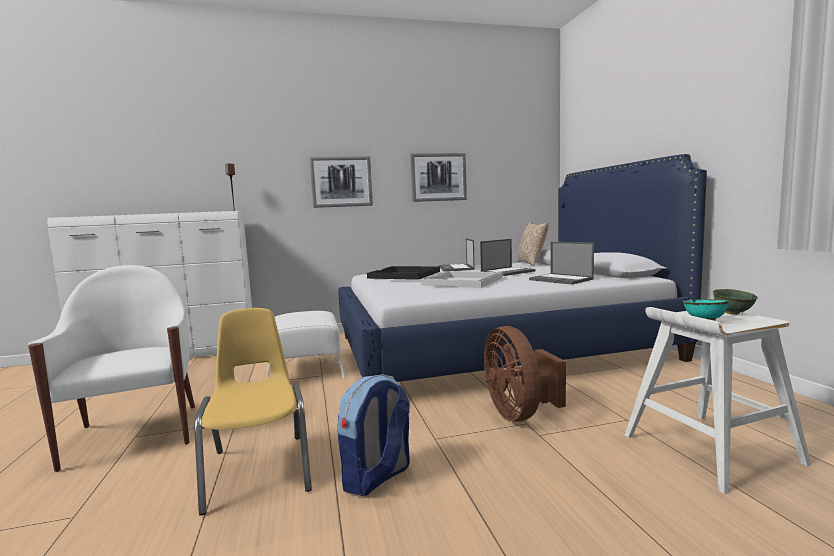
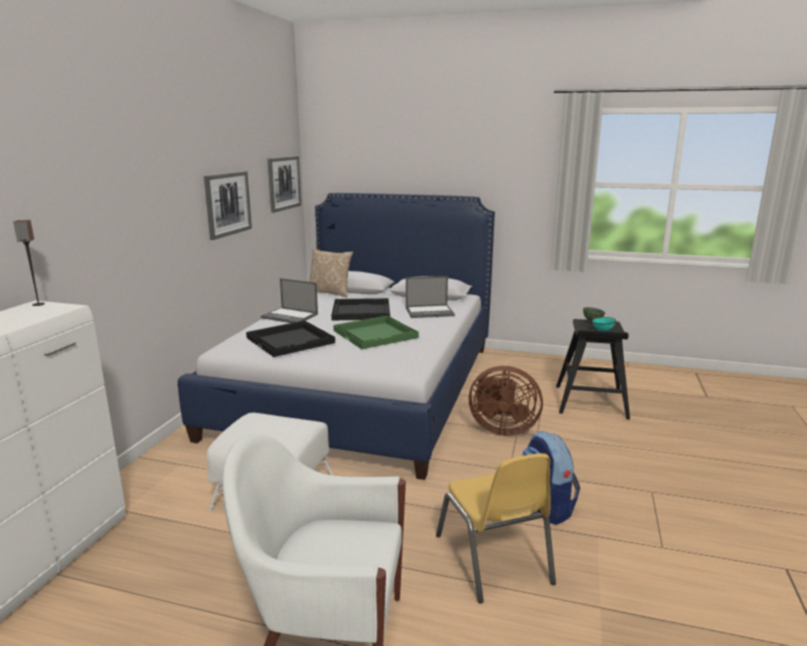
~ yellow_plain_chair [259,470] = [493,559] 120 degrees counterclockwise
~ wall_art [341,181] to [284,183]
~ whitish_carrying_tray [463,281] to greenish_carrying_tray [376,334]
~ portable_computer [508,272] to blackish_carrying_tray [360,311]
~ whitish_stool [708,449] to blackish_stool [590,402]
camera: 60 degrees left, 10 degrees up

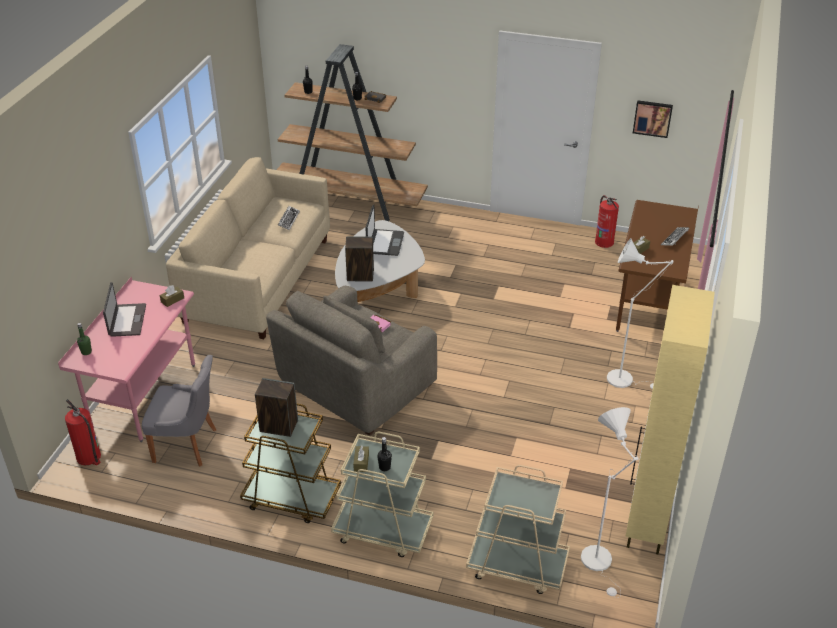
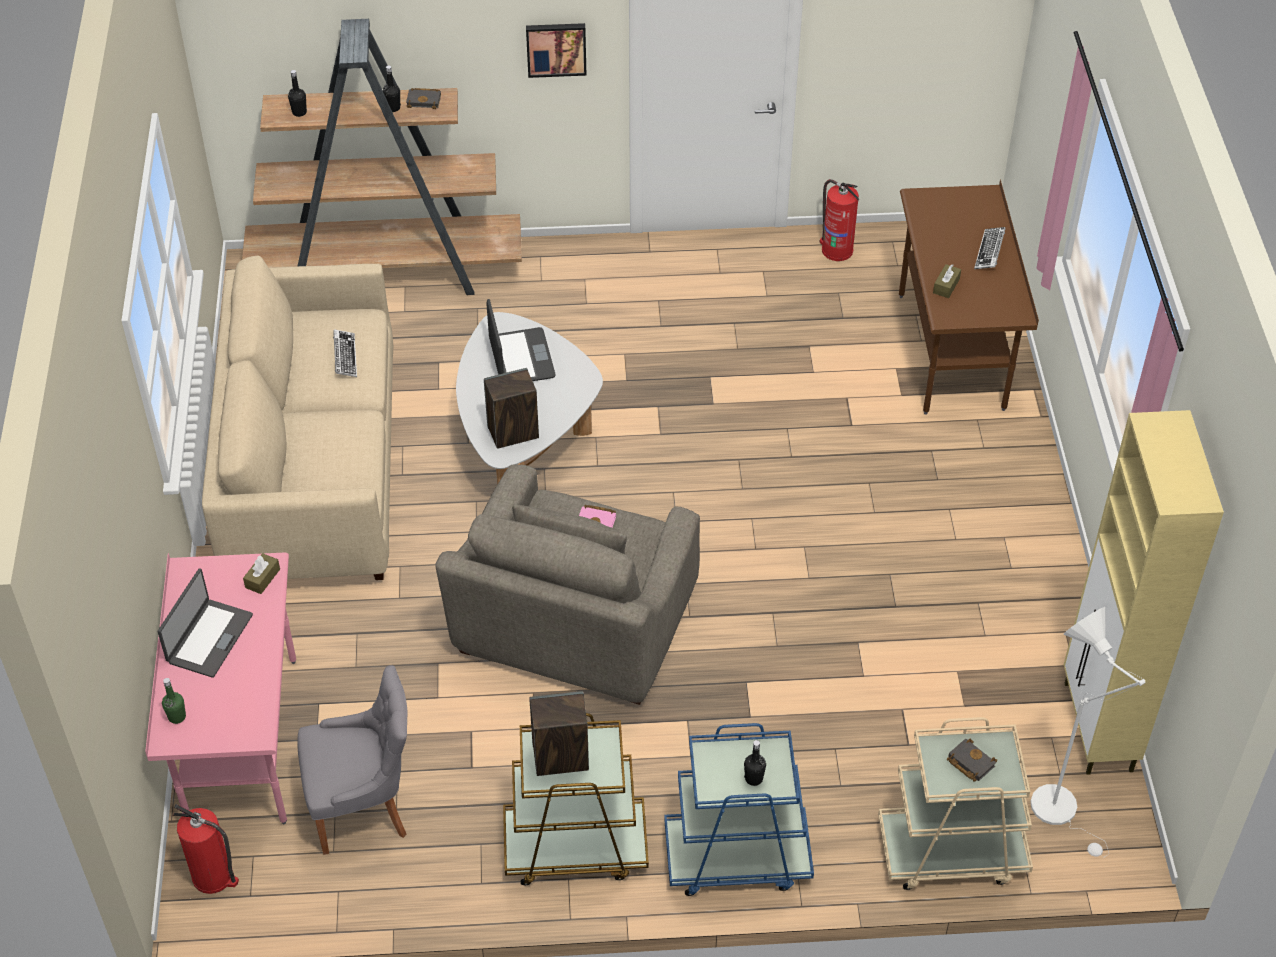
~ portable_computer [127,320] = [208,638] 45 degrees clockwise
~ sand-coloured_wheeled_cart [382,530] to blue_wheeled_cart [736,857]
- brown_tissue_box [361,462]
- whitish_standard_lamp [625,379]
~ wall_art [652,118] to [556,48]
+ blackish_book [969,762]
camera: 20 degrees left, 10 degrees up

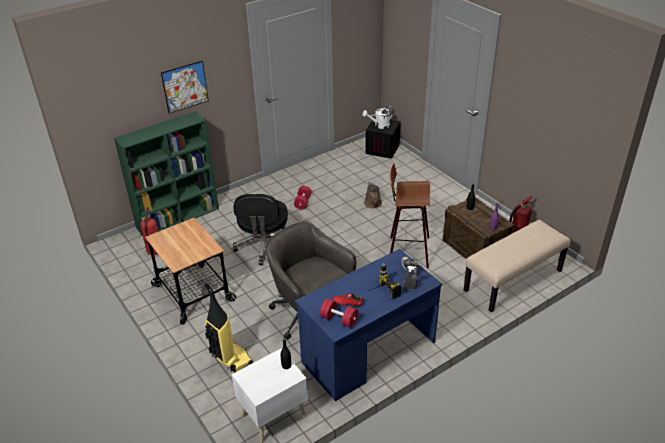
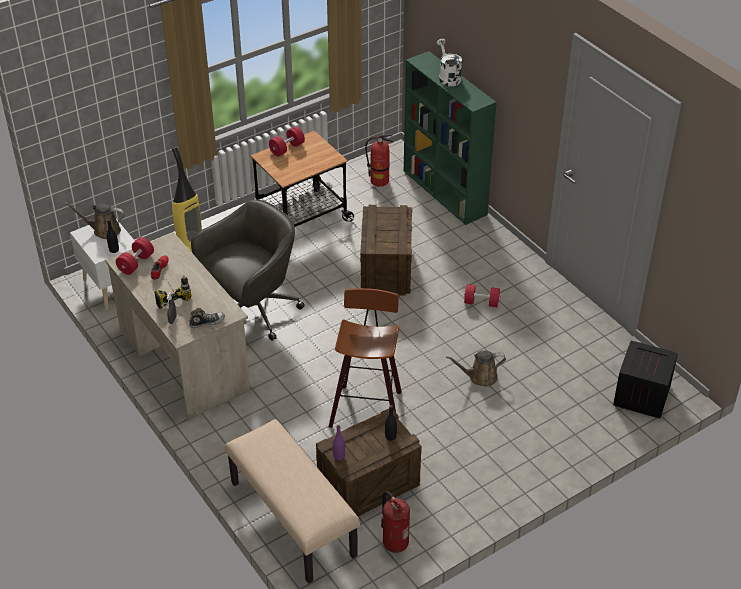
- wall_art [185,87]
~ blackish_office_chair [264,245] to crate [386,269]
~ blue_desk_table [368,352] to sand-coloured_desk_table [184,360]
~ whitish_watering_can [379,126] to [448,77]
+ brown_watering_can [104,230]
+ red-coloured_free_weight [287,148]
camera: 90 degrees right, 5 degrees up

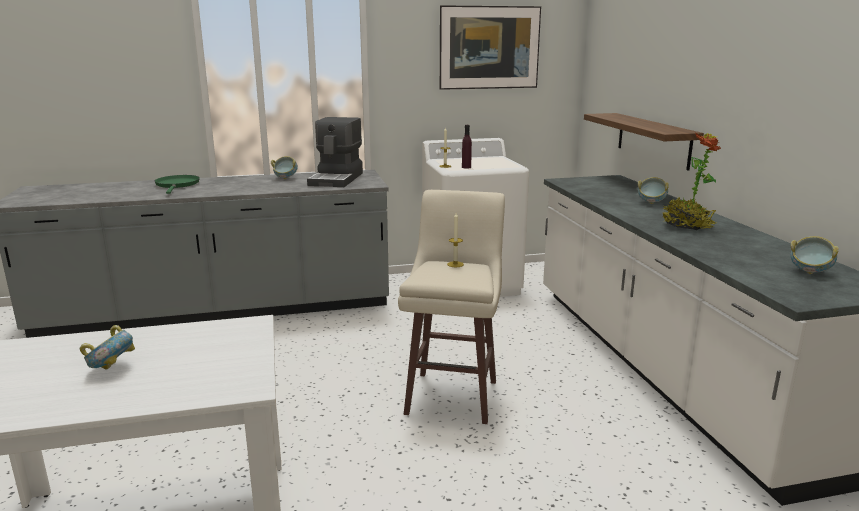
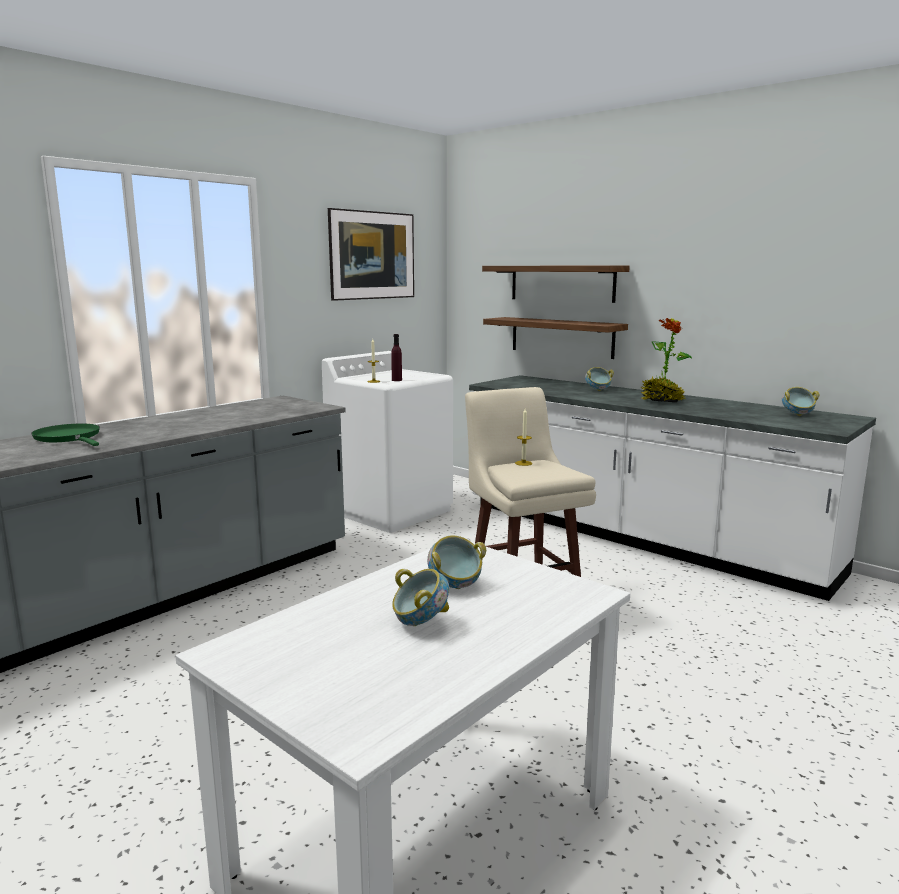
~ deep_dish [285,178] to [454,586]
- coffee_machine [337,179]
+ shelf [562,283]
camera: 35 degrees left, 5 degrees down

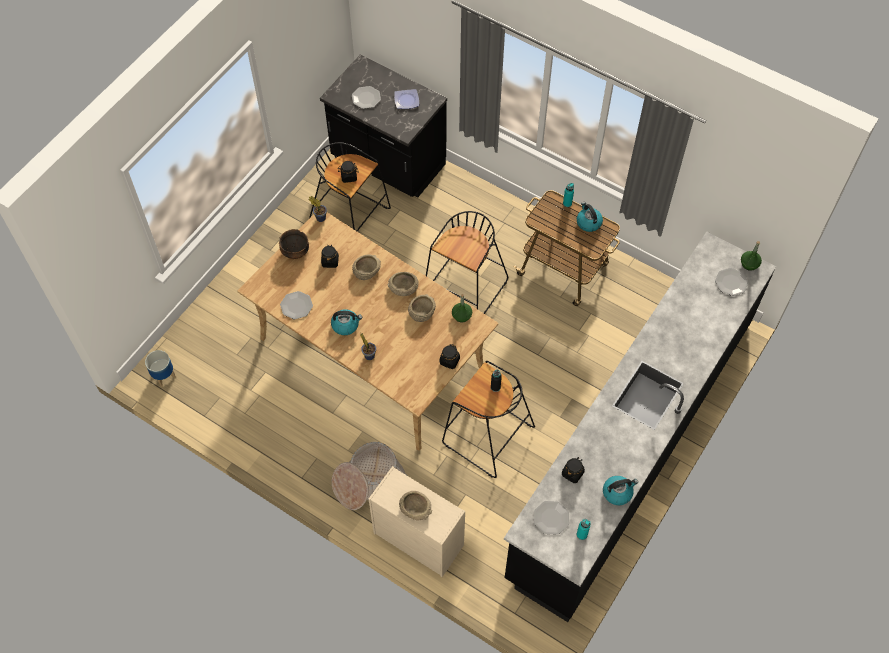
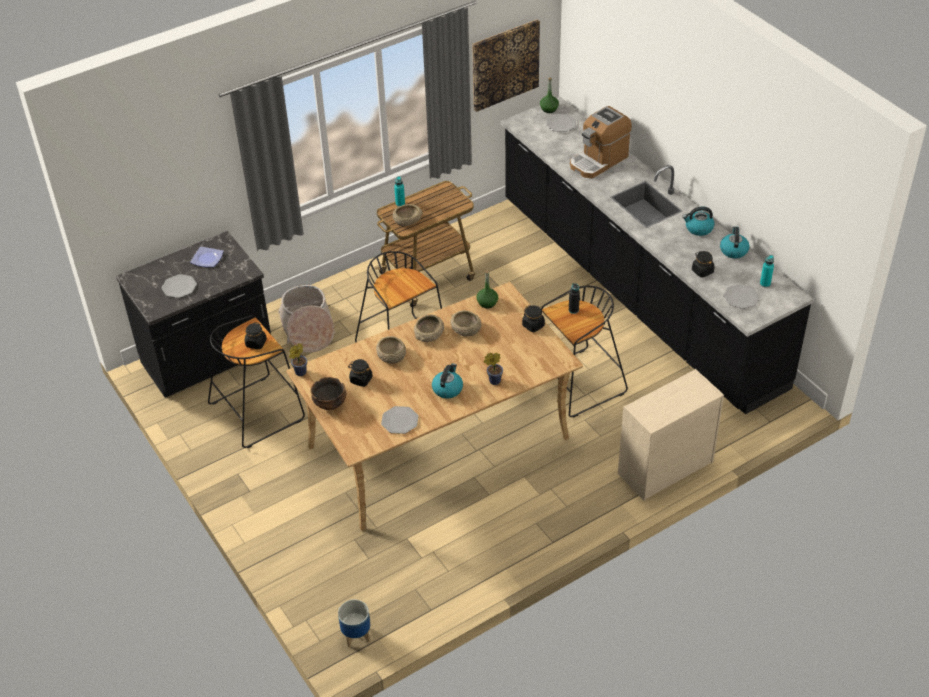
~ basket [368,480] to [308,329]
~ sand-coloured_deep_dish [415,508] to [407,220]
~ tea_kettle [588,222] to [698,228]
+ wall_art [505,64]
+ coffee_machine [598,161]
camera: 65 degrees left, 15 degrees down

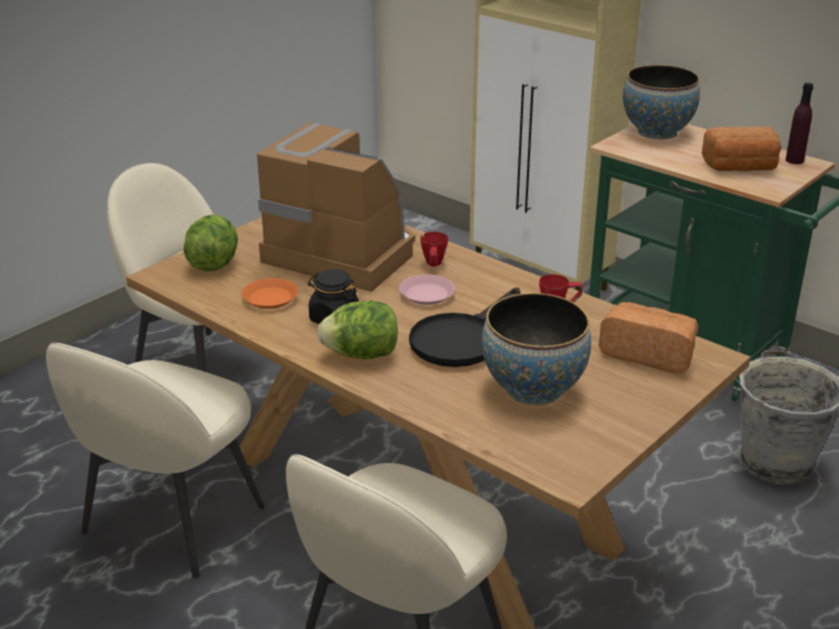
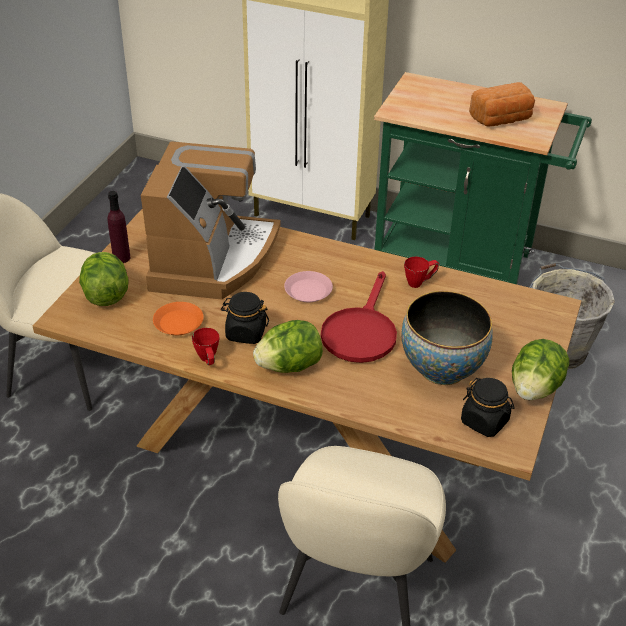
- sand-coloured_plain_chair [170,523]
~ coffee_machine [342,252] = [212,259] 90 degrees clockwise
~ blackish_skillet [461,339] to red-coloured_skillet [360,331]
~ red-coloured_mug [433,266] to [208,361]
- bread [648,354]
- deep_dish [657,132]
~ purple-coloured_drink_bottle [794,160] to [121,258]
+ blackish_storage_jar [485,421]
+ head_of_lettuce [534,388]
camera: 20 degrees left, 10 degrees up

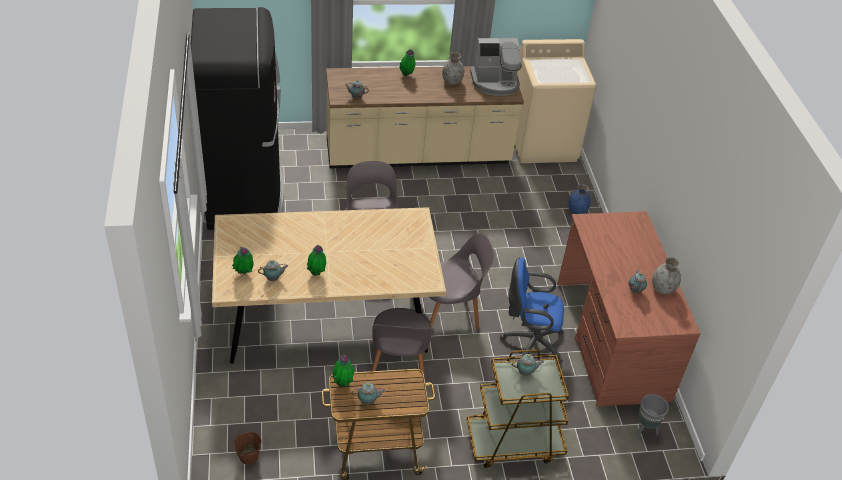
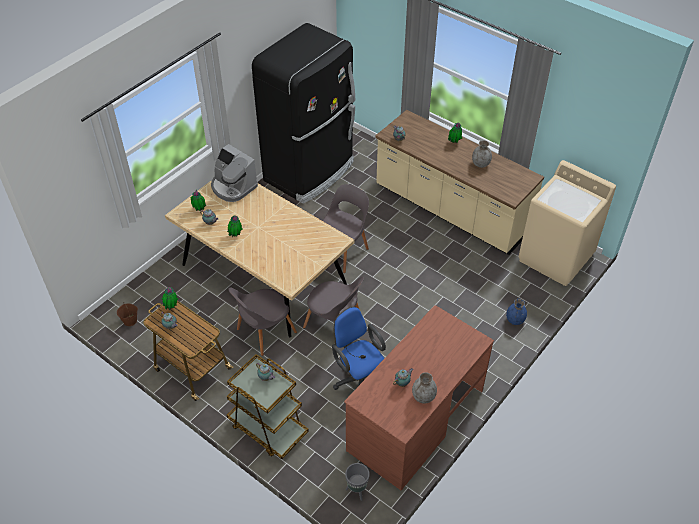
~ coffee_machine [495,83] to [233,187]
camera: 50 degrees right, 5 degrees up

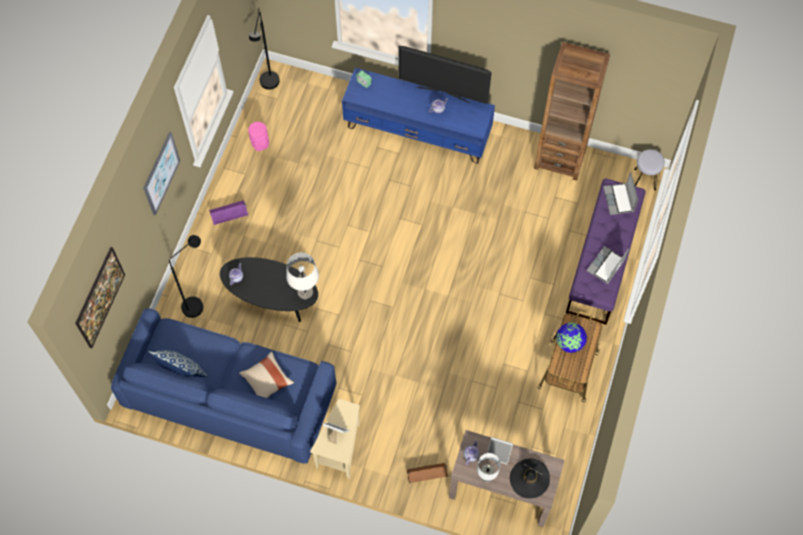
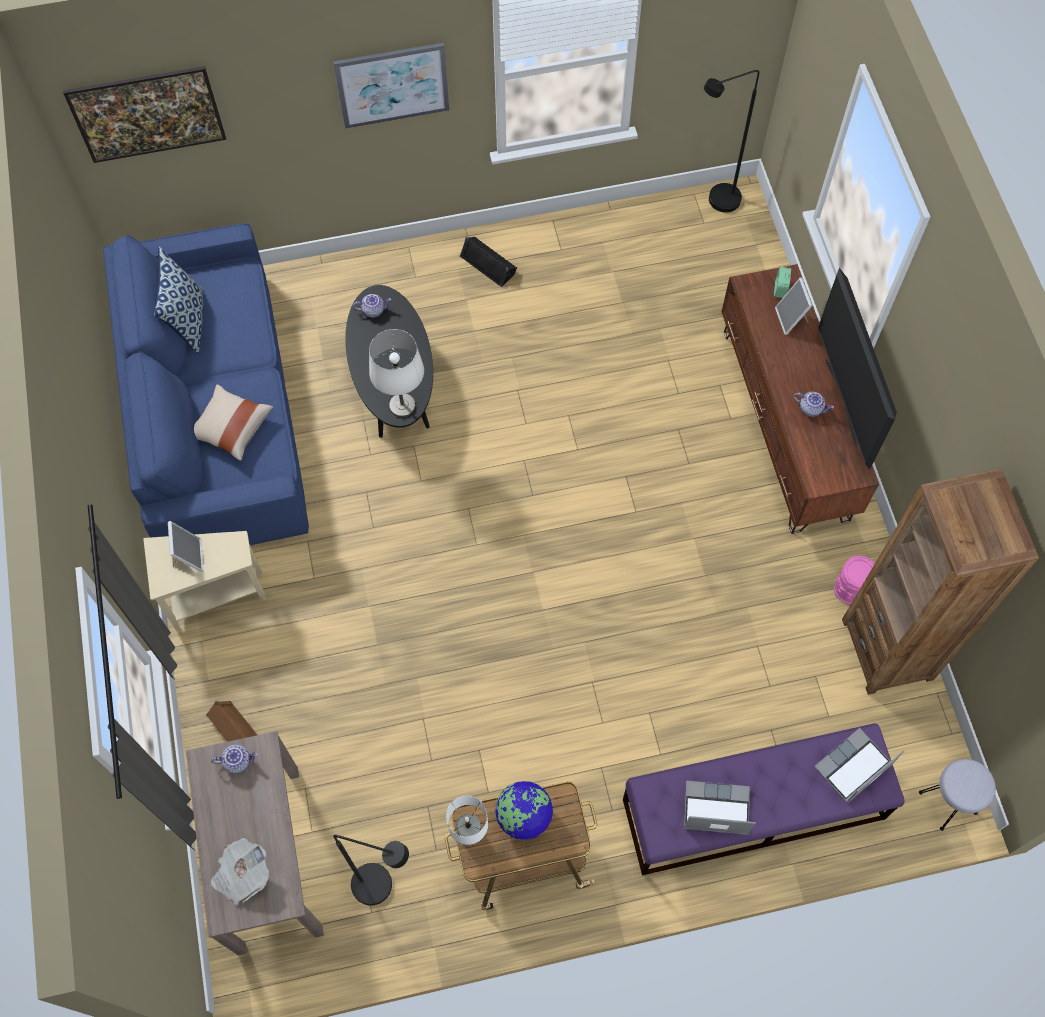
~ blackish_standard_lamp [197,303] to [383,888]
~ purple-coloured_audio_speaker [229,213] to blackish_audio_speaker [489,263]
~ pink_decorative_vase [260,143] to [850,589]
~ blue_tv_stand [418,131] to brown_tv_stand [784,424]
~ table_lamp [487,476] to [469,834]
~ standing_frame [499,454] to [791,319]
~ blackish_wearable_hat [529,479] to daily_paper [242,874]
camera: 60 degrees right, 0 degrees up

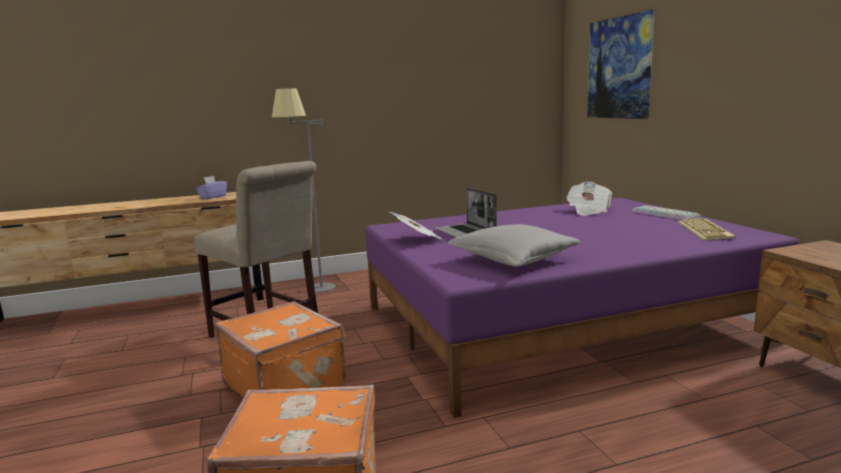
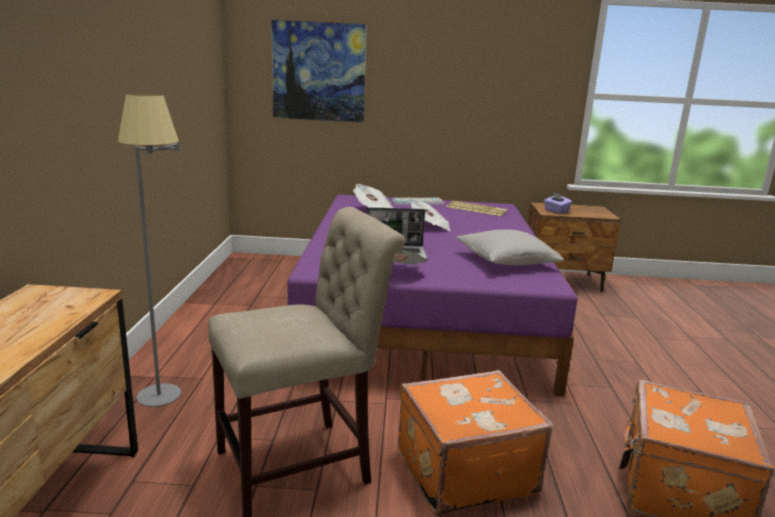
~ purple-coloured_tissue_box [212,197] to [556,211]
+ daily_paper [430,226]
camera: 70 degrees left, 5 degrees up

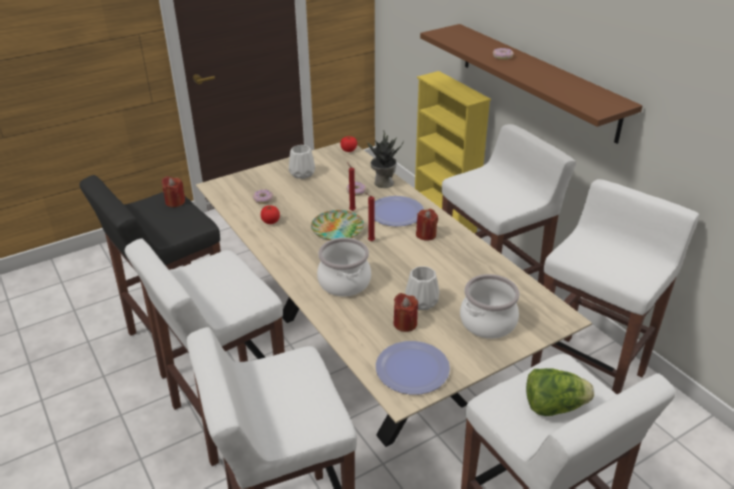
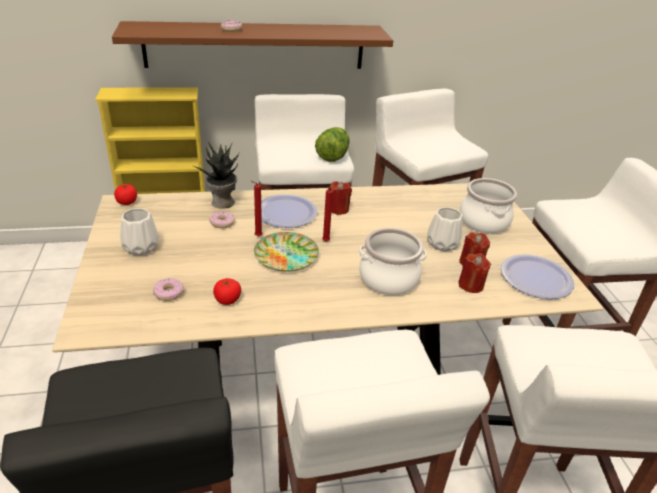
~ red-coloured_wax_candle [175,202] to [470,285]
~ head_of_lettuce [554,406] to [333,156]
camera: 70 degrees left, 0 degrees up

